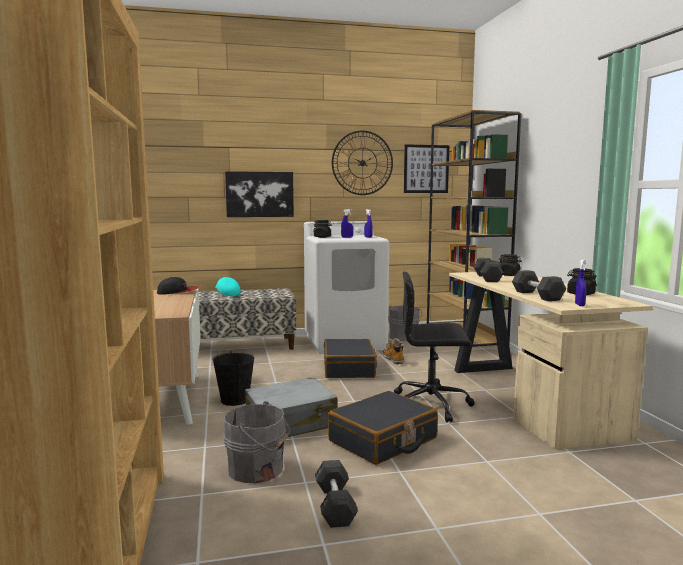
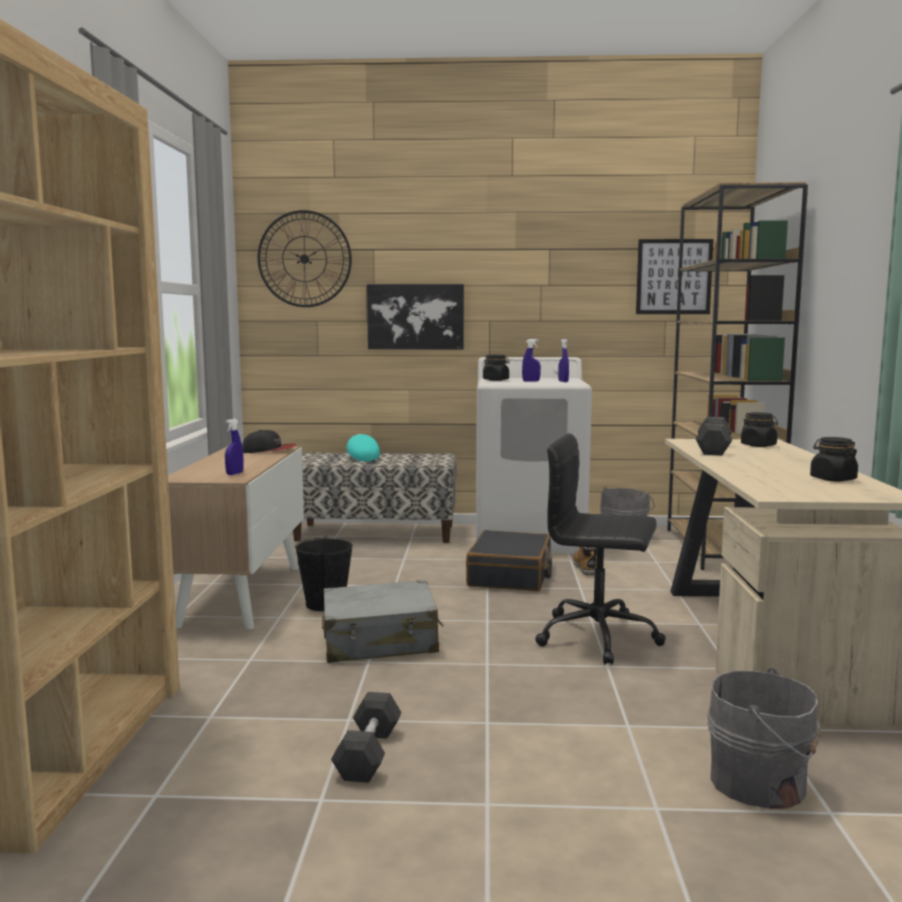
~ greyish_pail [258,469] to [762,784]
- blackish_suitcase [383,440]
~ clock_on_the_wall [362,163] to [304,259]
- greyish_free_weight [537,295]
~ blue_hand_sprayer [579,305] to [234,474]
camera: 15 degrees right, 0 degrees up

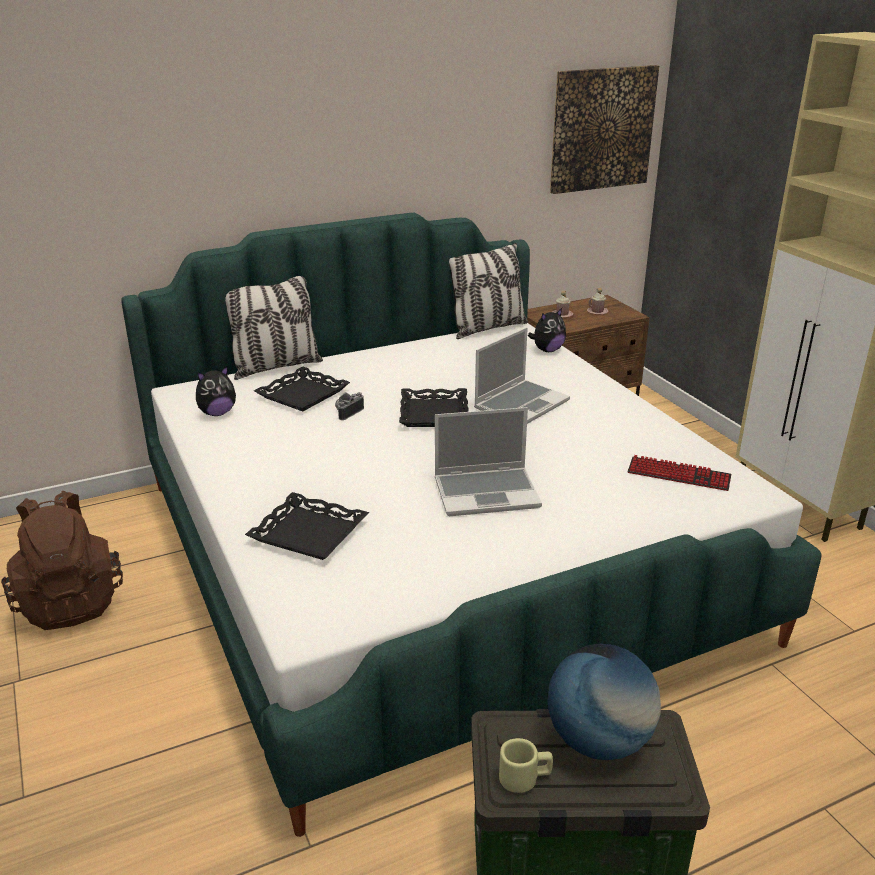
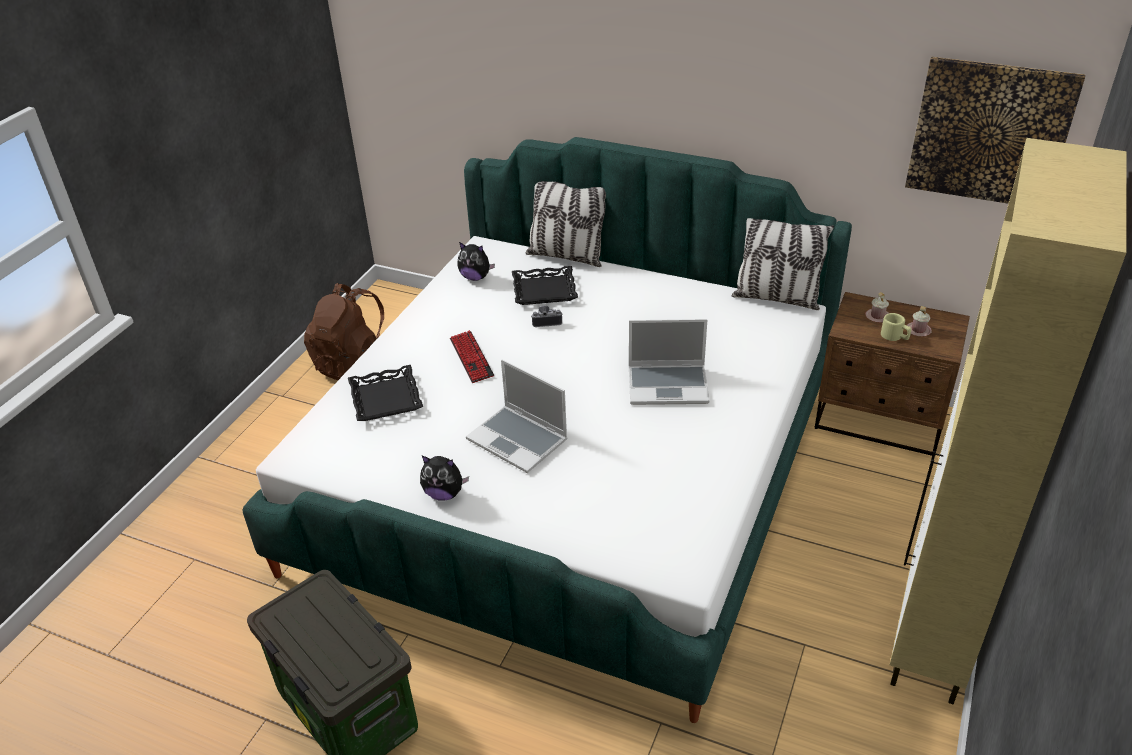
- blackish_carrying_tray [435,413]
~ sand-coloured_mug [525,777] to [895,337]
~ plush_toy [547,350] to [444,493]
- world_globe [598,740]
~ keyboard [678,475] to [471,358]
camera: 50 degrees right, 10 degrees up

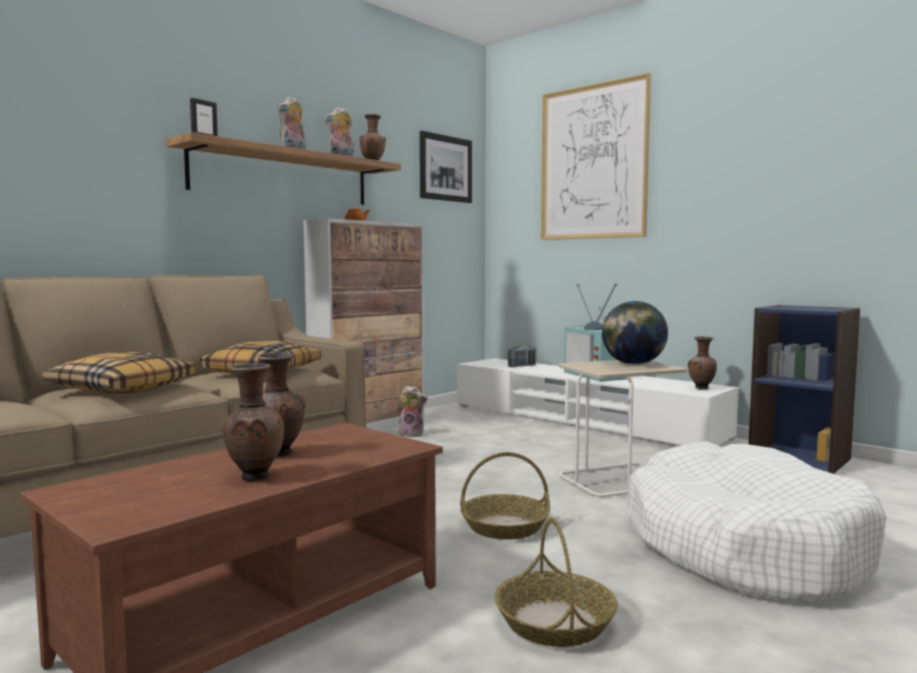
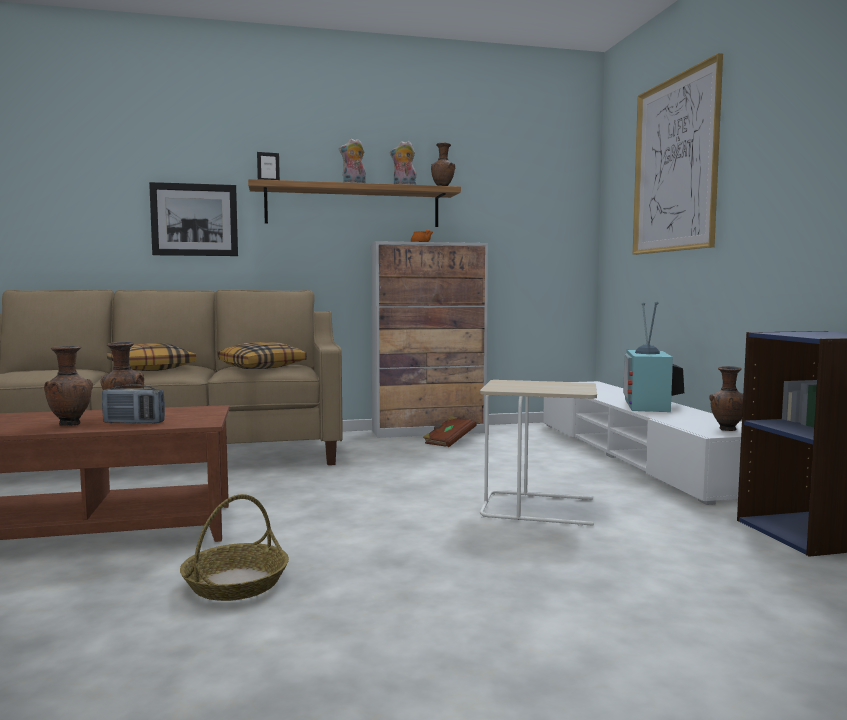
~ plush_toy [412,434] to brown_book [449,442]
~ wall_art [446,168] to [194,220]
- basket [505,526]
~ radio_receiver [522,366] to [134,423]
- world_globe [633,364]
- whitish_dog_bed [743,547]
camera: 35 degrees right, 0 degrees up

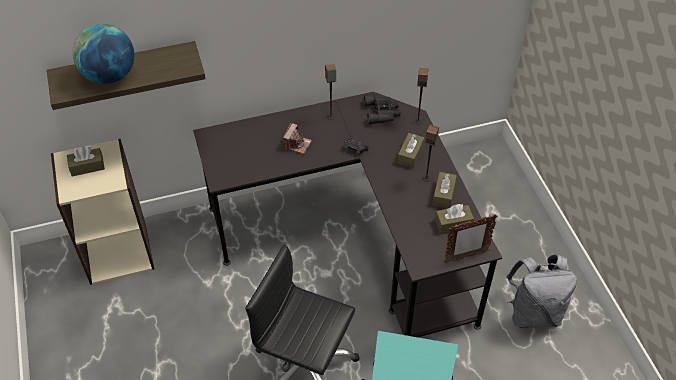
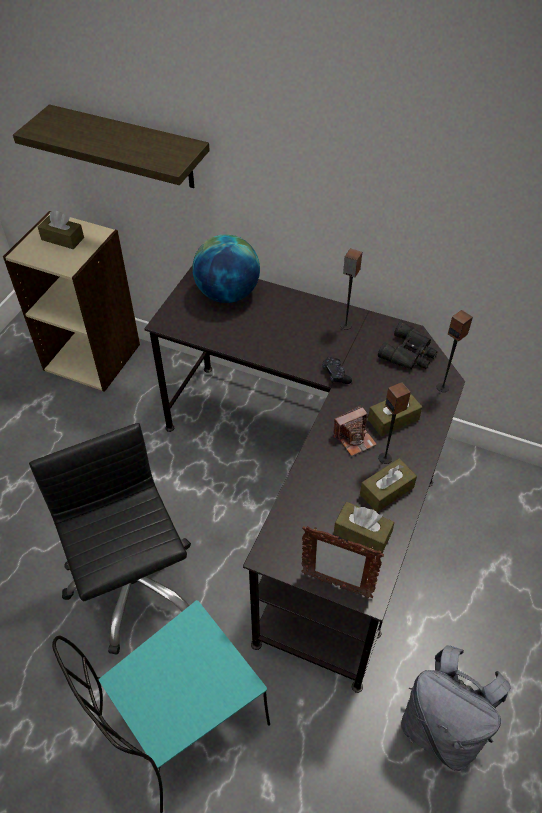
~ world_globe [110,76] to [227,294]
~ photo_camera [297,144] to [354,438]
camera: 40 degrees right, 0 degrees up

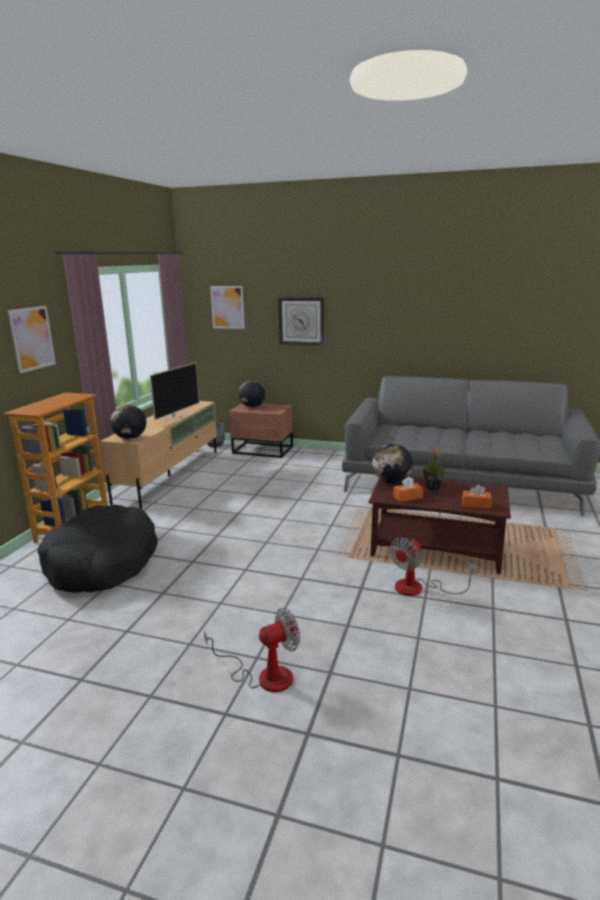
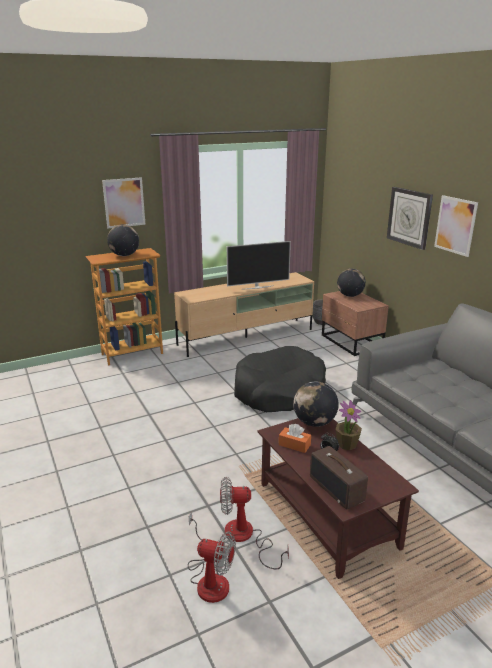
~ blackish_dog_bed [102,563] to [278,391]
~ world_globe [130,438] to [124,255]
~ electric_fan [264,675] to [209,578]
~ wall_art [227,307] to [455,225]
~ orange_tissue_box [476,505] to radio_receiver [337,488]
camera: 45 degrees right, 5 degrees up

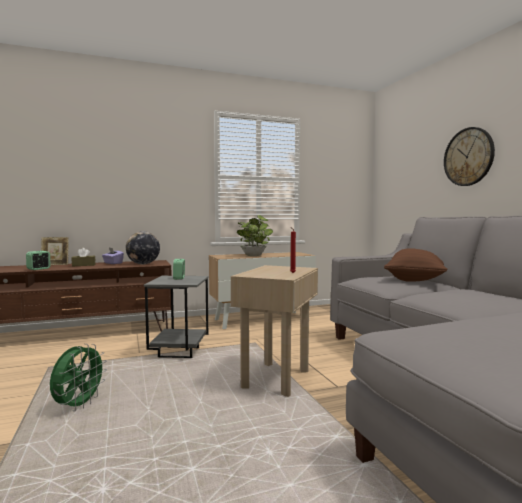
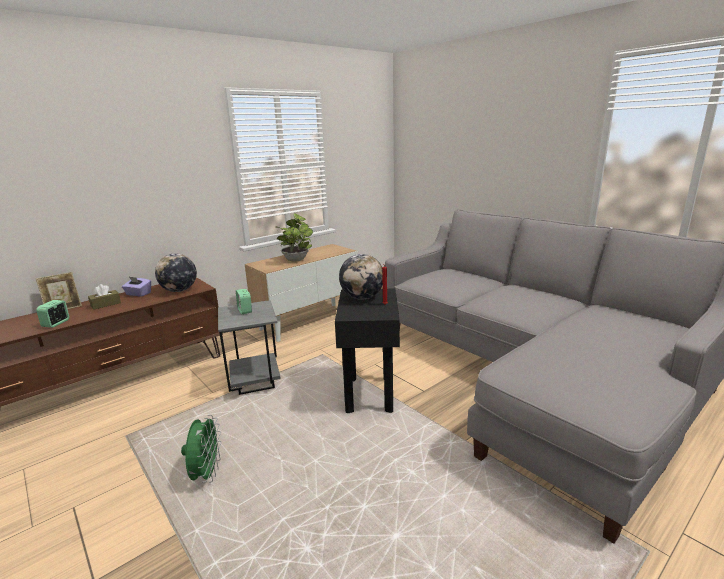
~ sand-coloured_side_table [277,379] to blackish_side_table [370,395]
- brown_throw_pillow [415,281]
- clock_on_the_wall [468,157]
+ world_globe [362,298]
camera: 20 degrees left, 15 degrees up

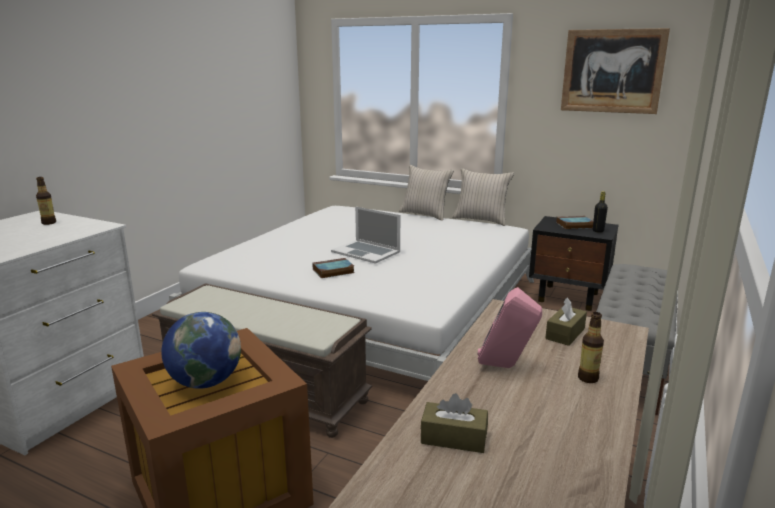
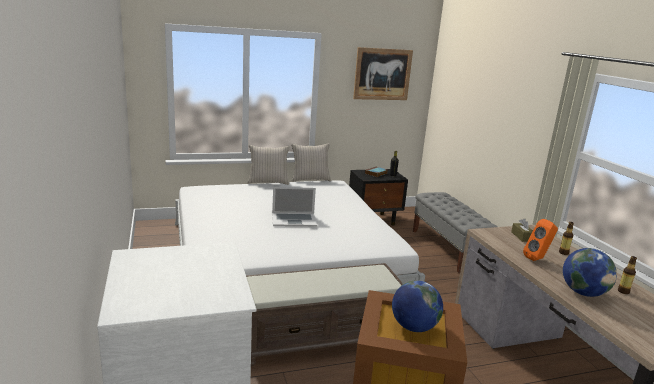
~ drink_bottle [49,223] to [623,291]
- book [332,271]
~ brown_tissue_box [453,438] to world_globe [583,293]
~ pink_audio_speaker [506,367] to orange_audio_speaker [537,259]
camera: 45 degrees left, 0 degrees up

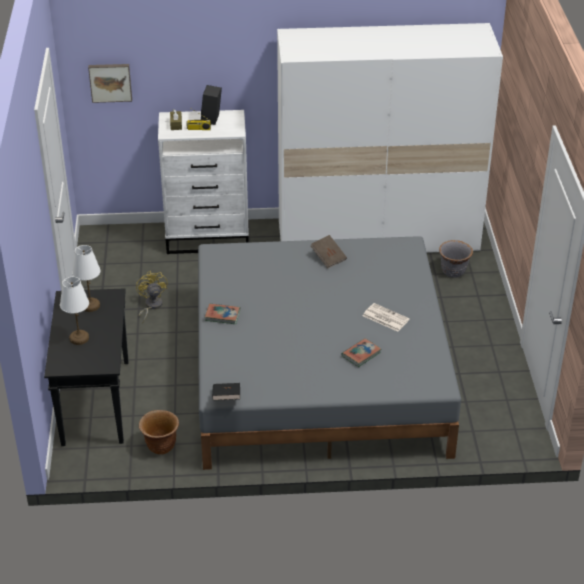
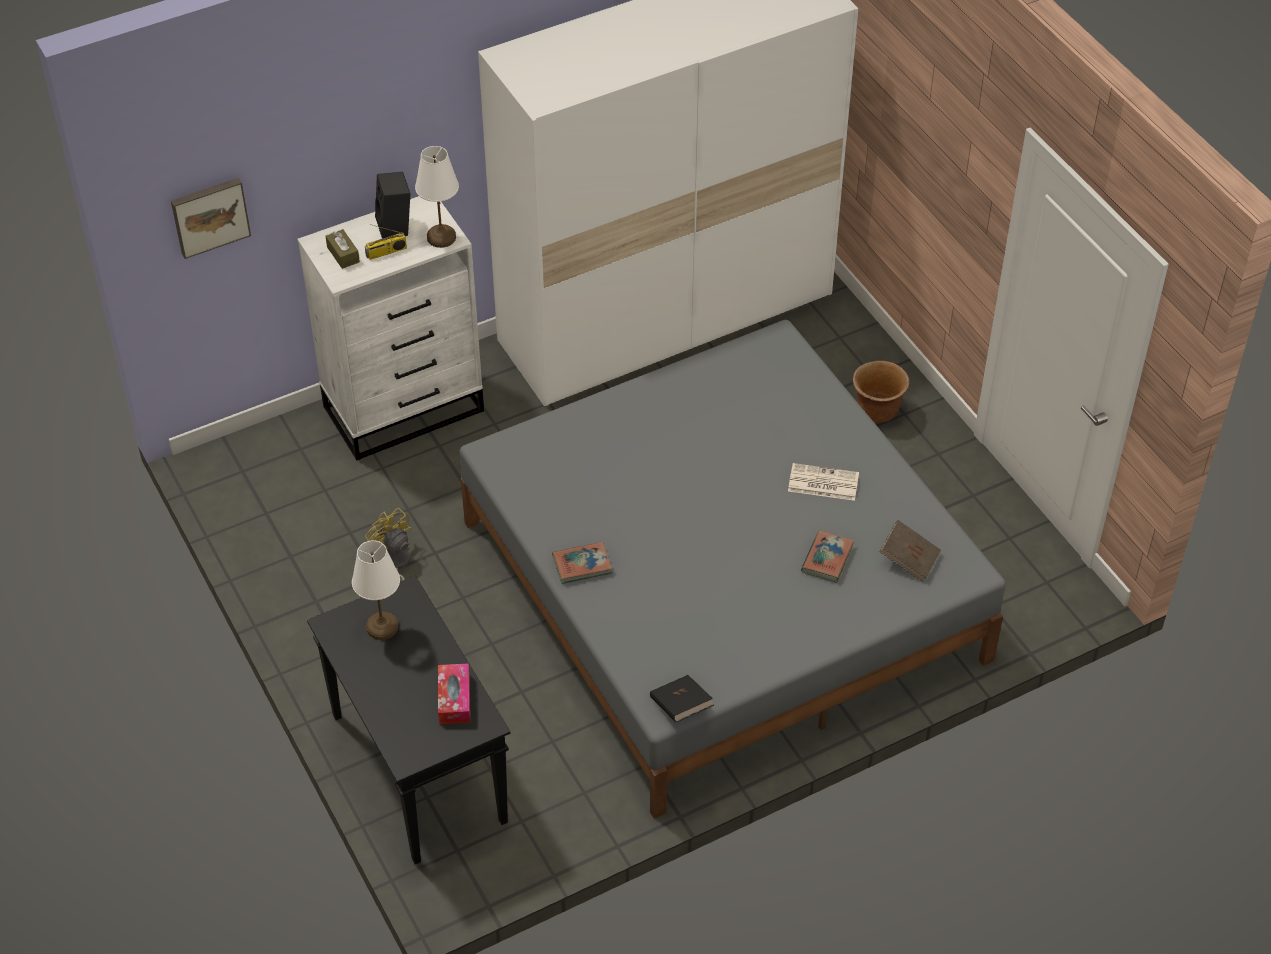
~ whitish_table_lamp [79,338] to [442,238]
~ brown_plant_pot [160,446] to [877,411]
~ brown_book [328,258] to [909,559]
- greyish_plant_pot [453,271]
+ tissue_box [454,699]
camera: 25 degrees left, 10 degrees up

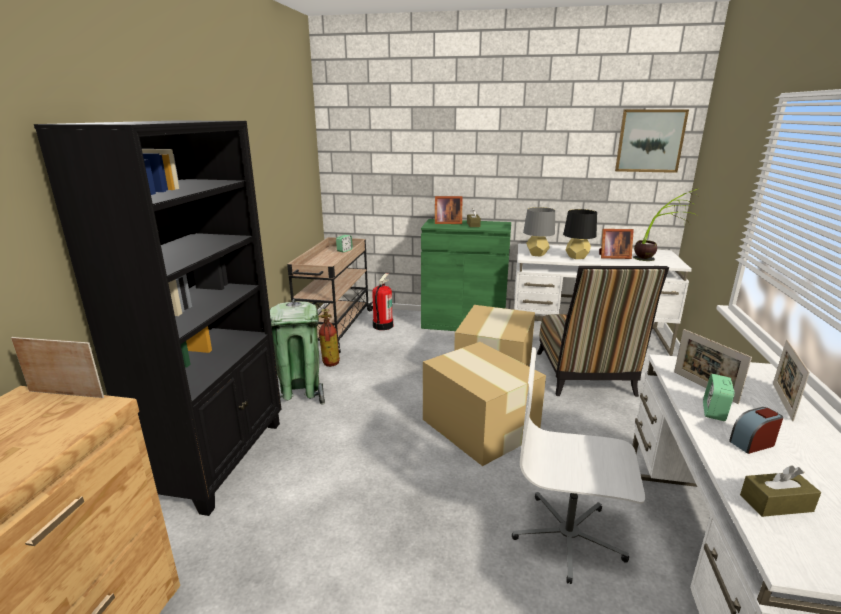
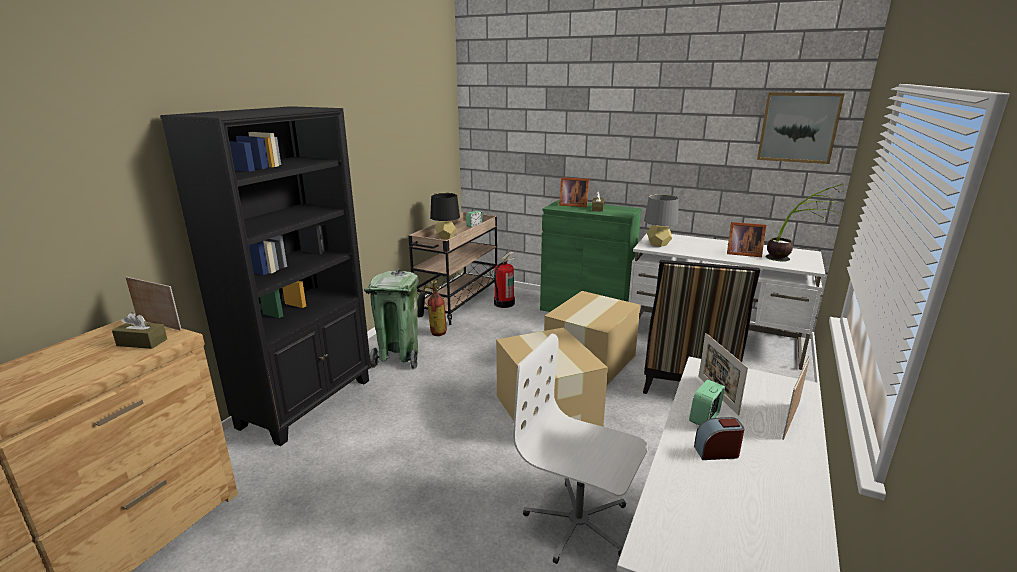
~ blackish_table_lamp [576,257] to [446,237]
~ brown_tissue_box [776,503] to [142,342]
camera: 15 degrees right, 0 degrees up

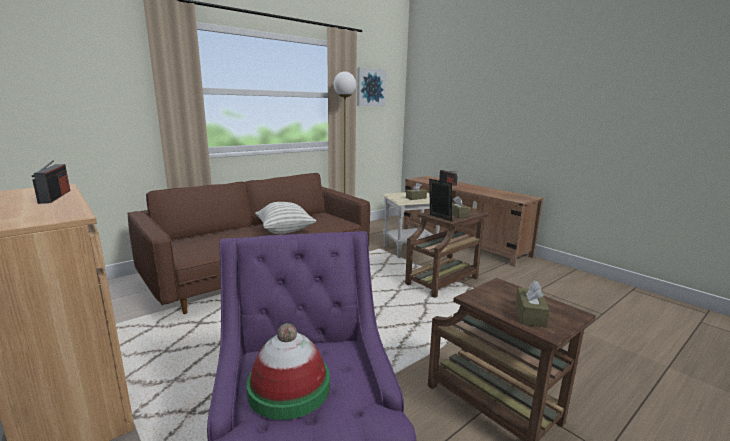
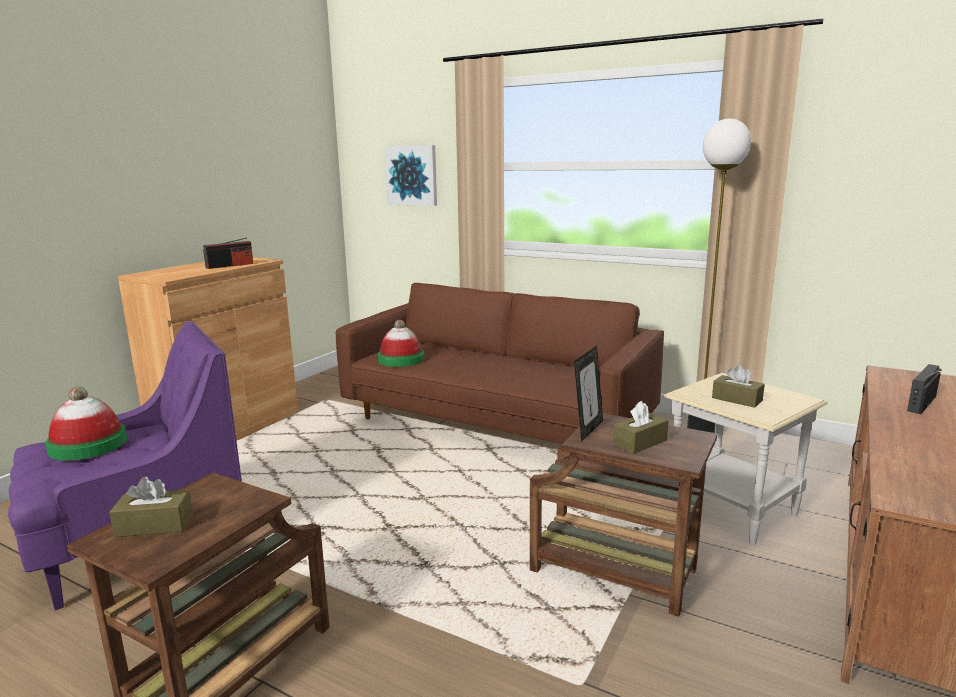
- throw_pillow [285,231]
~ wall_art [370,87] to [412,175]
+ wearable_hat [401,359]
camera: 70 degrees right, 0 degrees up

